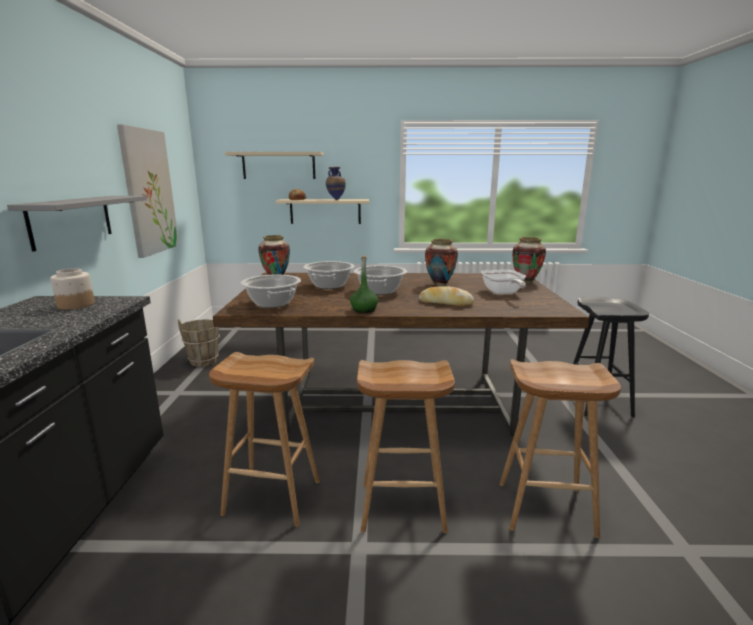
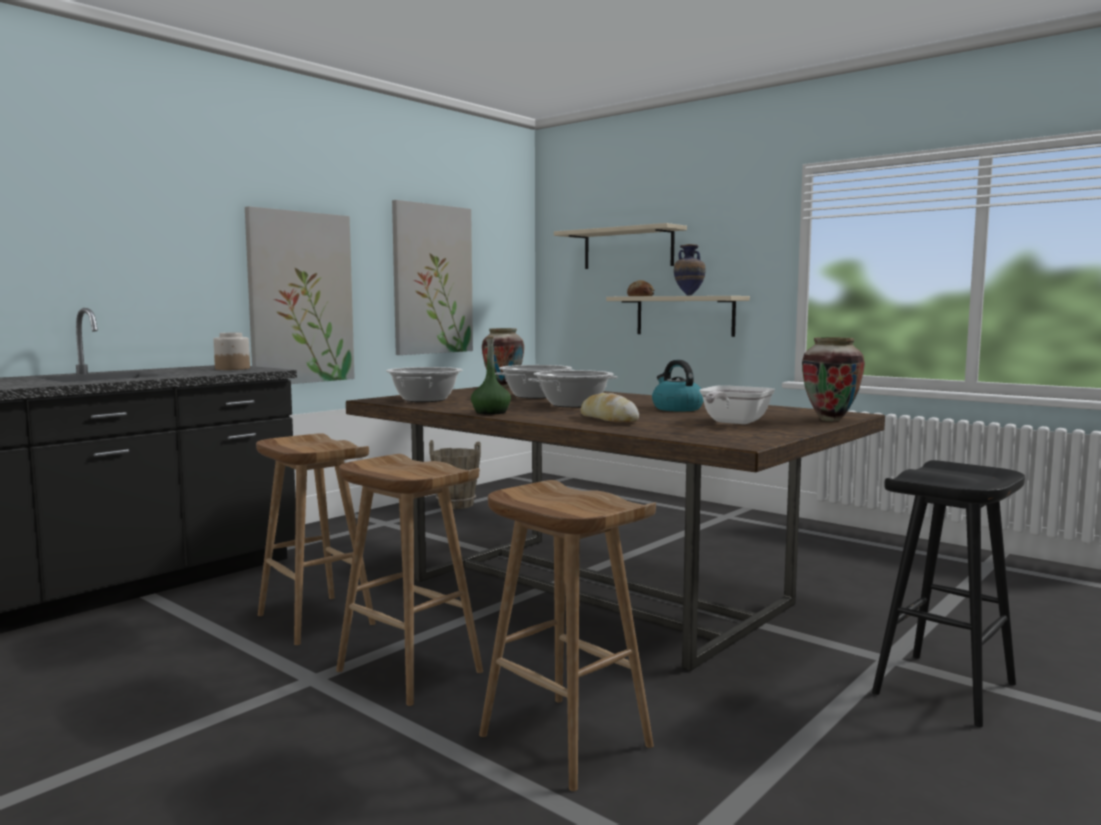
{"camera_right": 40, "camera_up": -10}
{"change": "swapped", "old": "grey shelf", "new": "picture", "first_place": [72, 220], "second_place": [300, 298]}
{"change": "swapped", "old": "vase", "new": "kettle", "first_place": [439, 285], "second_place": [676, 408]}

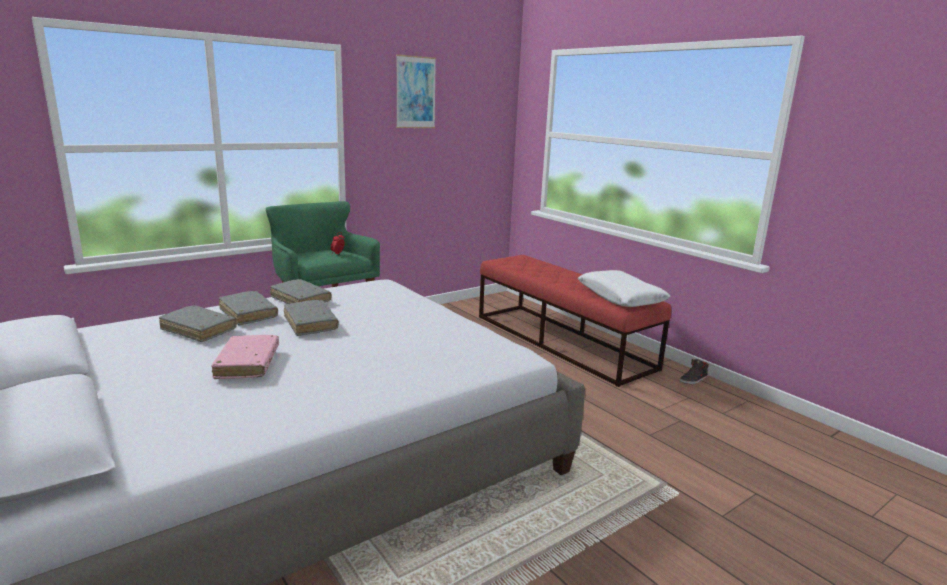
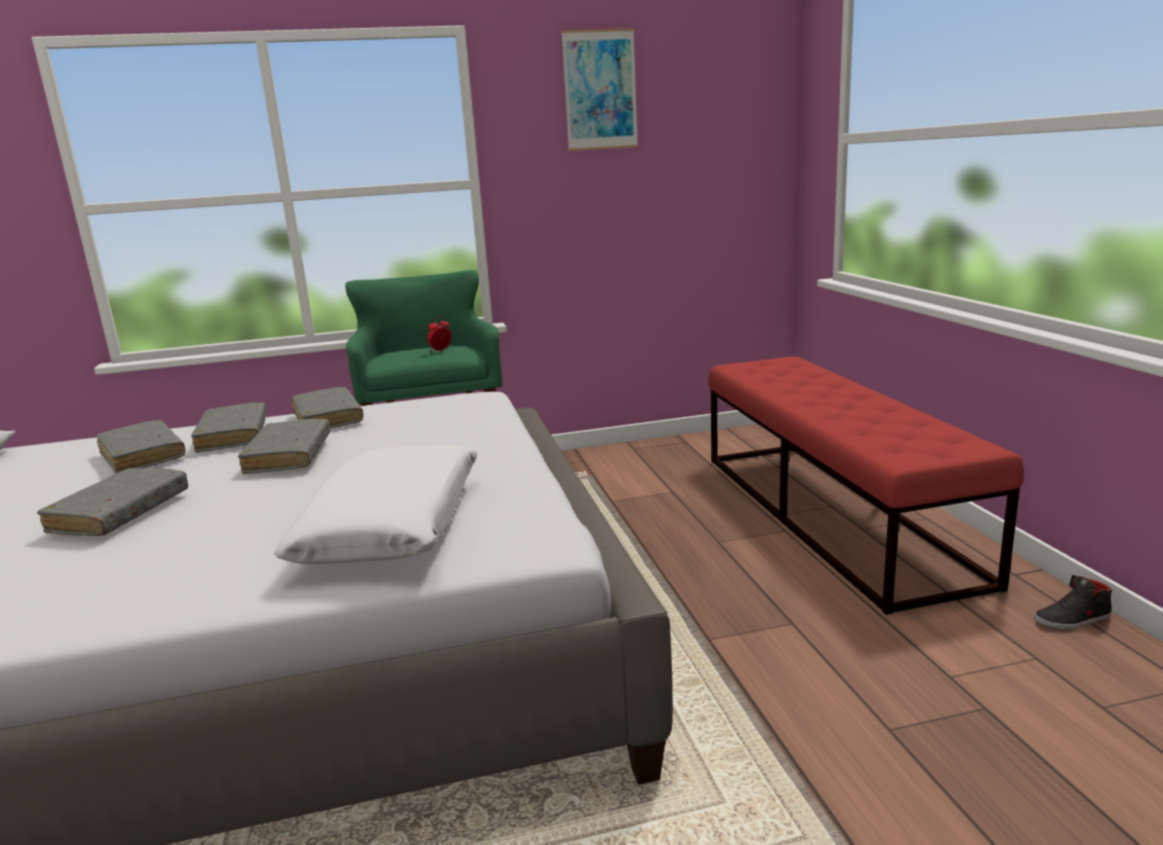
{"camera_right": 25, "camera_up": 0}
{"change": "shifted", "old": "white pillow", "first_place": [621, 297], "second_place": [393, 524]}
{"change": "repainted", "old": "pink book", "new": "grey book", "first_place": [248, 364], "second_place": [120, 513]}

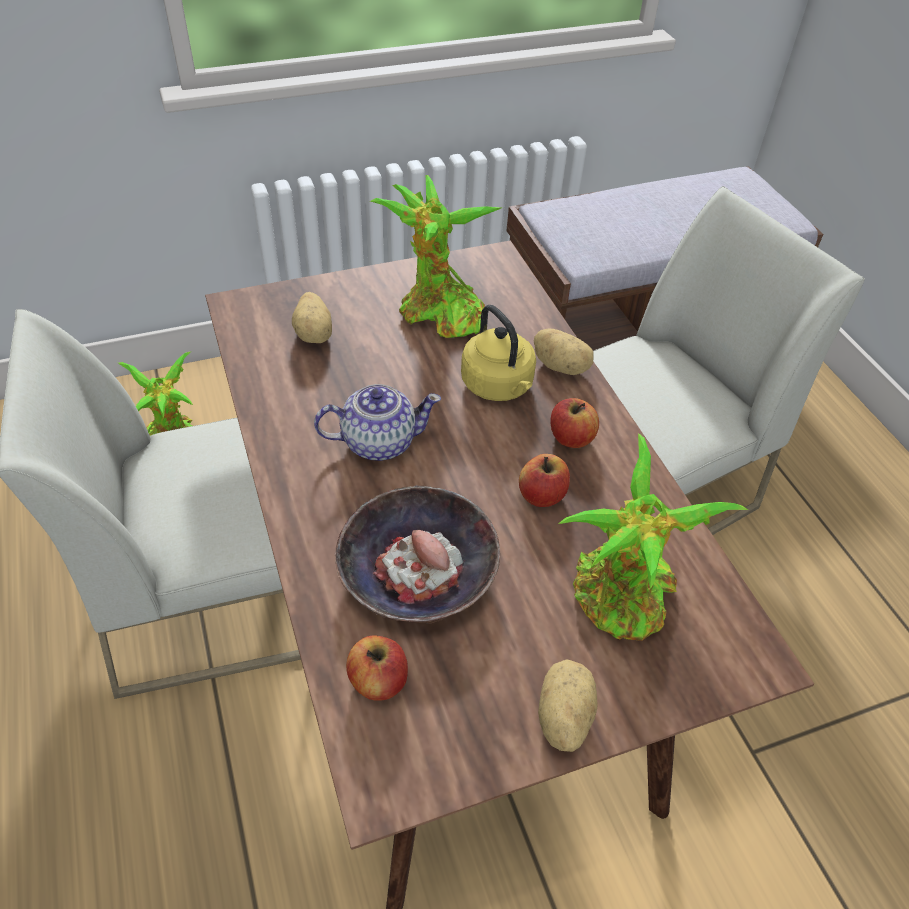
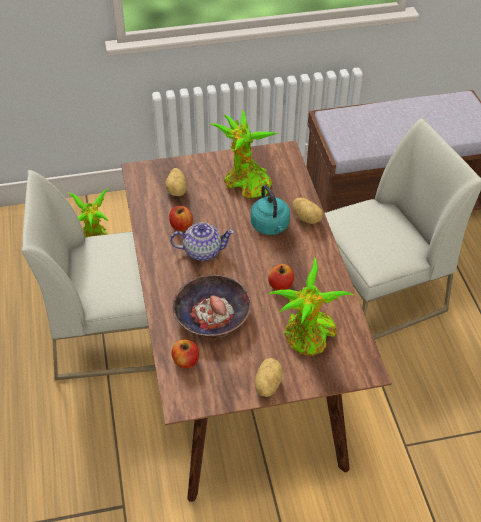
{"camera_right": 10, "camera_up": 0}
{"change": "shifted", "old": "apple", "first_place": [571, 438], "second_place": [181, 226]}
{"change": "repainted", "old": "yellow kettle", "new": "turquoise kettle", "first_place": [499, 386], "second_place": [270, 227]}

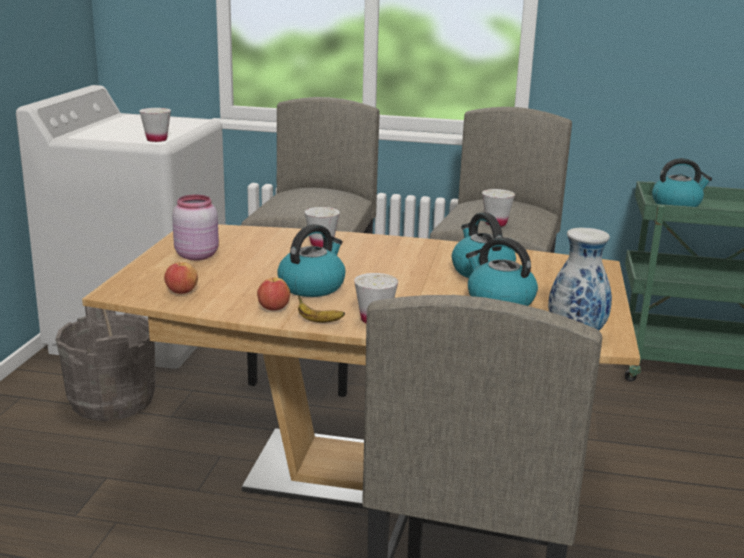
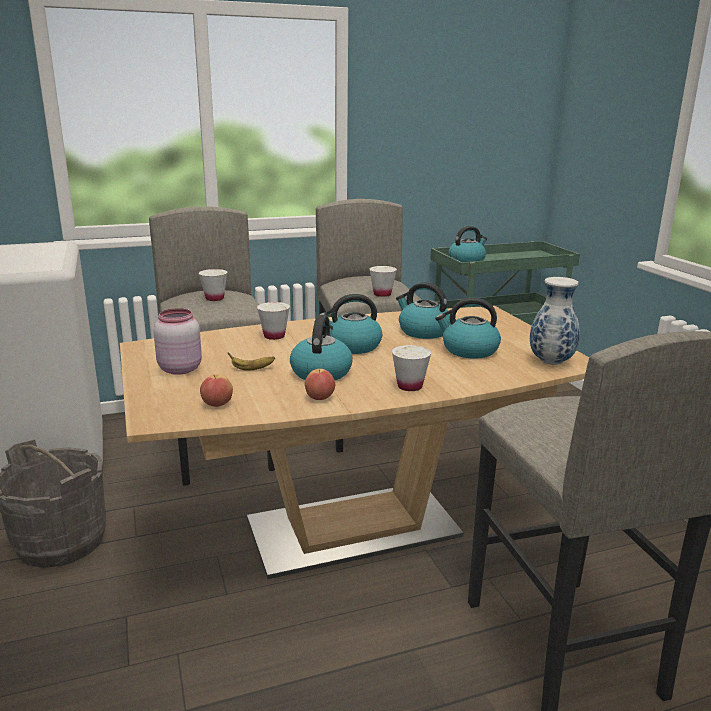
{"camera_right": -30, "camera_up": 0}
{"change": "new", "new": "kettle", "second_place": [352, 346]}
{"change": "shifted", "old": "white cup", "first_place": [157, 140], "second_place": [214, 298]}
{"change": "shifted", "old": "banana", "first_place": [318, 321], "second_place": [251, 369]}

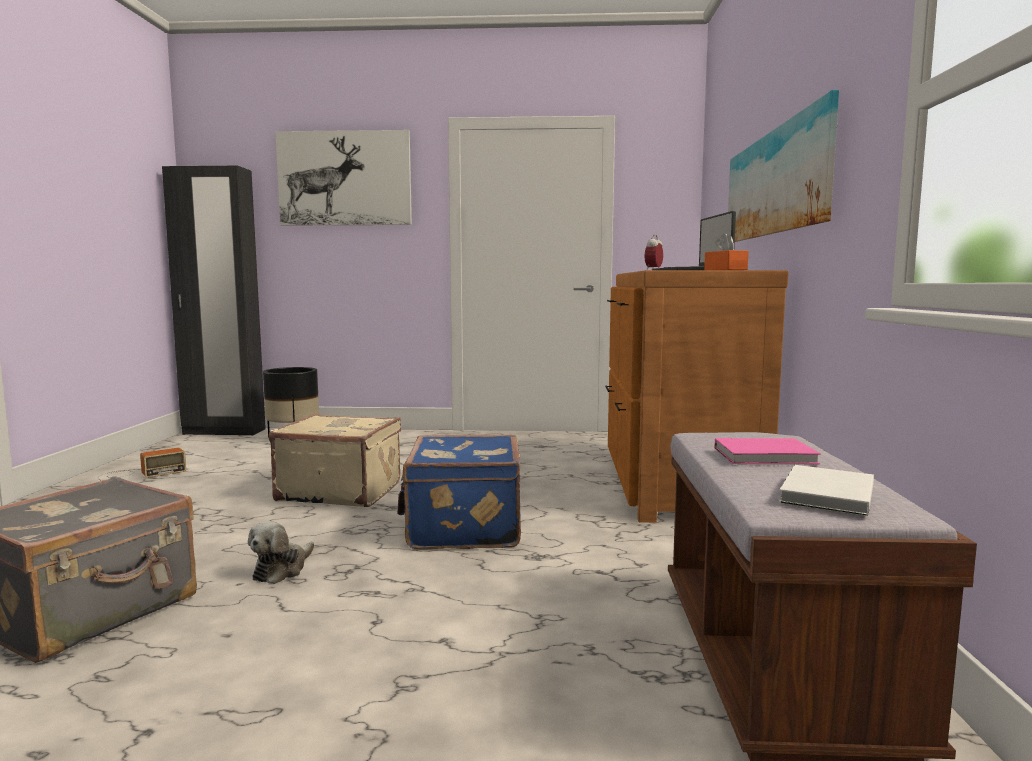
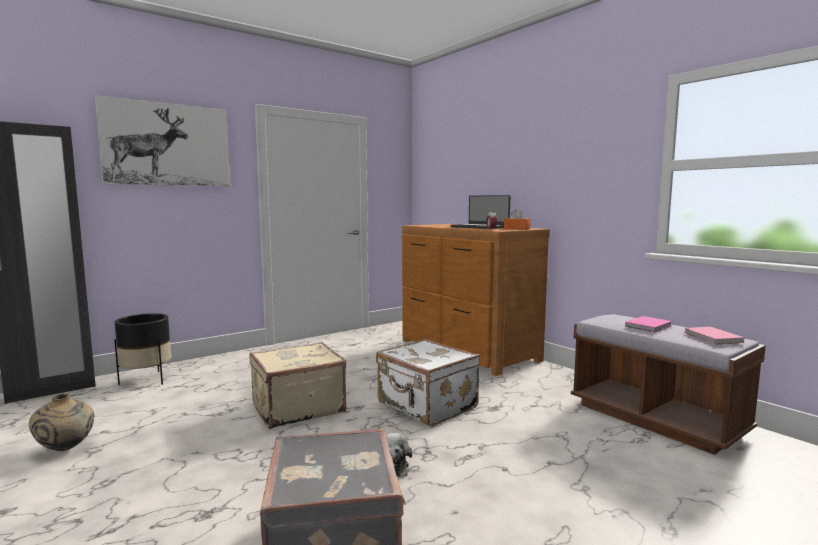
{"camera_right": -40, "camera_up": 0}
{"change": "gone", "old": "picture", "first_place": [777, 183]}
{"change": "swapped", "old": "radio", "new": "beige vase", "first_place": [139, 474], "second_place": [66, 449]}
{"change": "repainted", "old": "blue suitcase", "new": "white suitcase", "first_place": [462, 528], "second_place": [426, 406]}
{"change": "repainted", "old": "white book", "new": "pink book", "first_place": [825, 495], "second_place": [712, 338]}

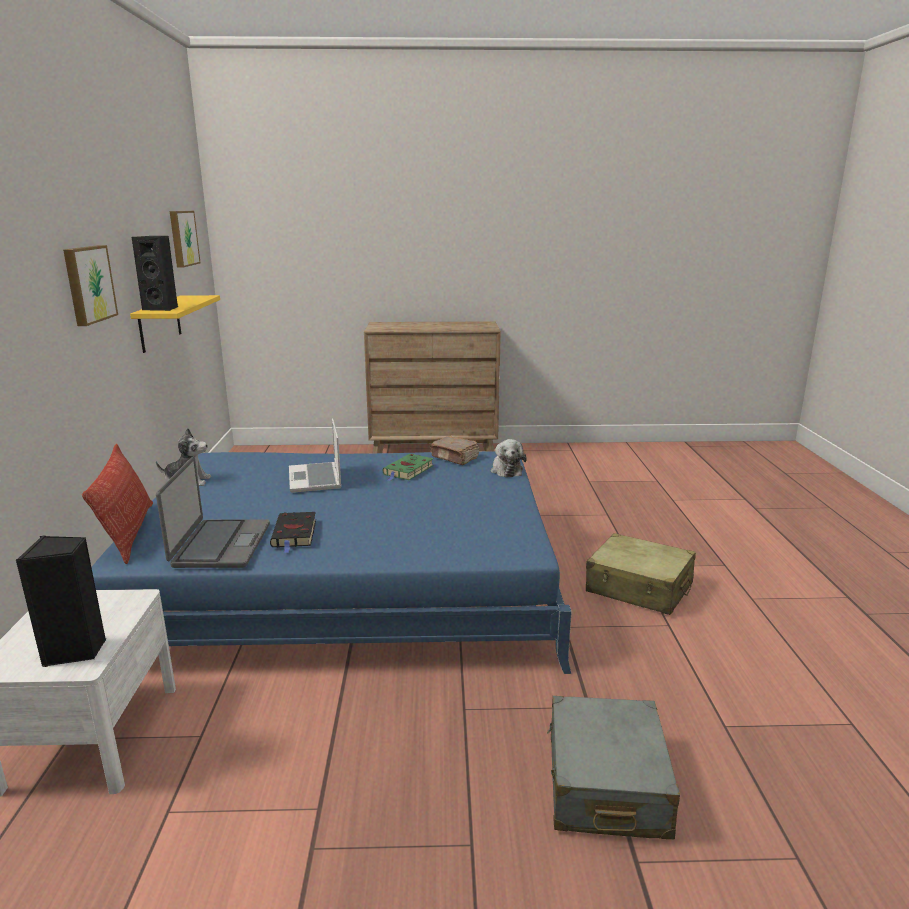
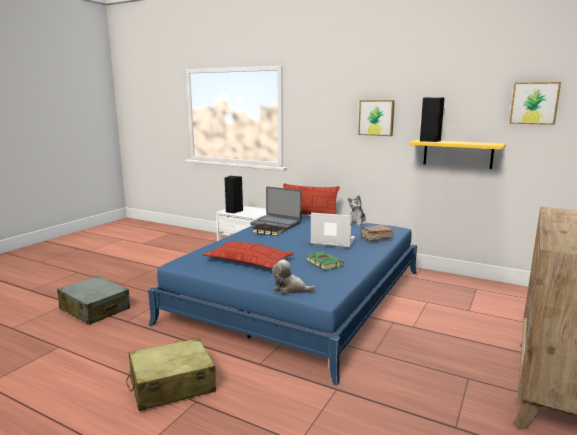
{"camera_right": 120, "camera_up": -5}
{"change": "new", "new": "pillow", "second_place": [248, 261]}
{"change": "shifted", "old": "brown book", "first_place": [455, 458], "second_place": [376, 238]}

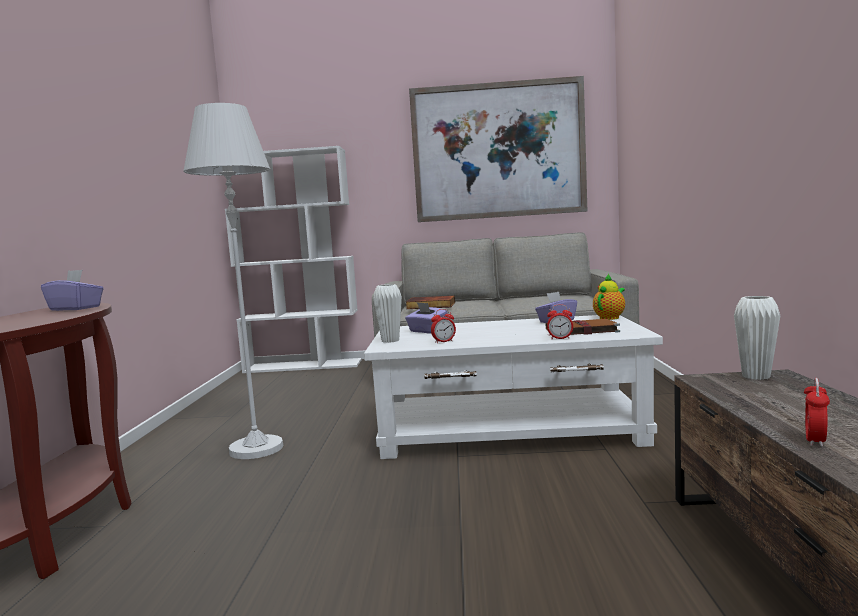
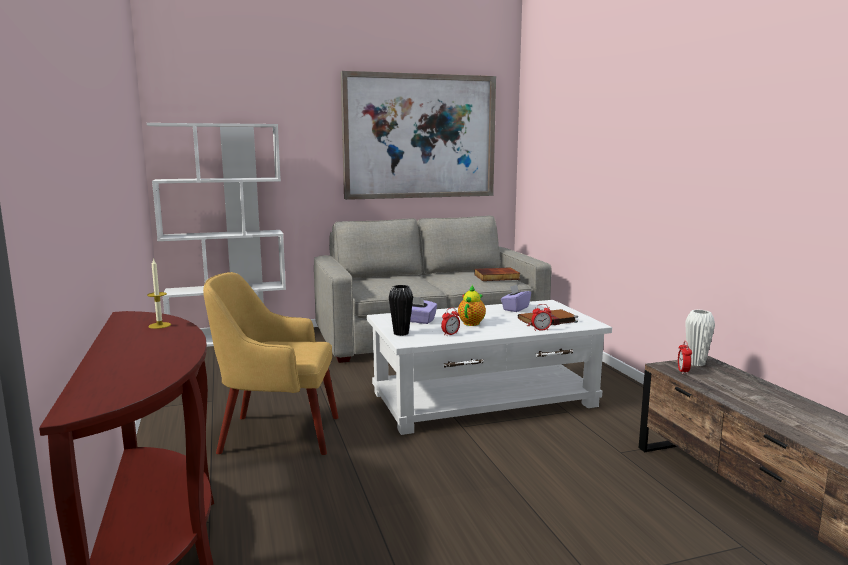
{"camera_right": -20, "camera_up": 5}
{"change": "shifted", "old": "book", "first_place": [430, 306], "second_place": [496, 277]}
{"change": "shifted", "old": "teapot", "first_place": [610, 318], "second_place": [472, 323]}
{"change": "shifted", "old": "alarm clock", "first_place": [815, 441], "second_place": [683, 371]}
{"change": "swapped", "old": "purple tissue box", "new": "candle", "first_place": [75, 308], "second_place": [159, 325]}
{"change": "swapped", "old": "white floor lamp", "new": "yellow armchair", "first_place": [256, 449], "second_place": [276, 434]}
{"change": "repainted", "old": "white vase", "new": "black vase", "first_place": [390, 341], "second_place": [401, 333]}

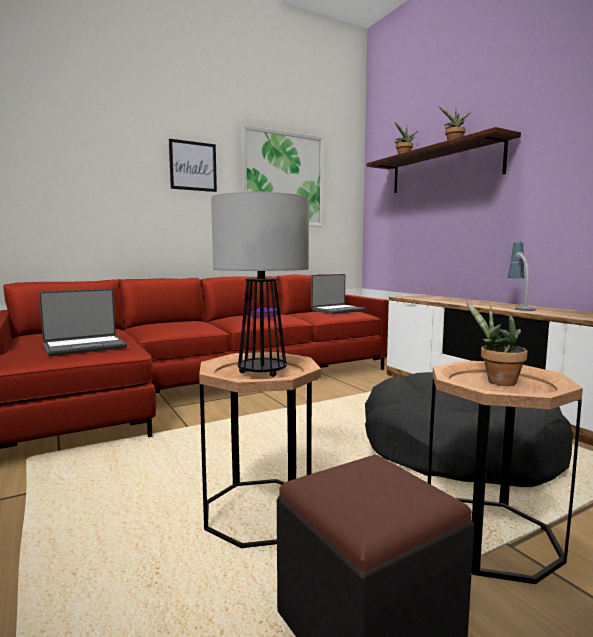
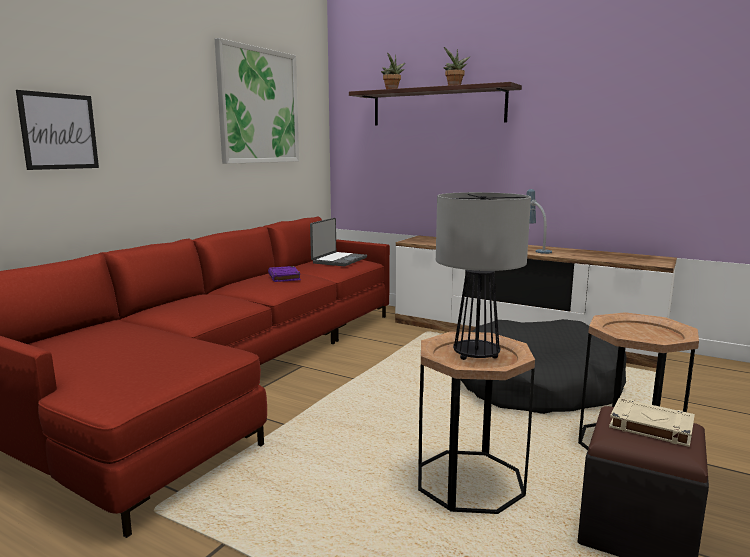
{"camera_right": -30, "camera_up": 5}
{"change": "gone", "old": "laptop", "first_place": [84, 347]}
{"change": "gone", "old": "potted plant", "first_place": [497, 381]}
{"change": "new", "new": "beige book", "second_place": [650, 426]}
{"change": "shifted", "old": "picture", "first_place": [193, 166], "second_place": [59, 131]}

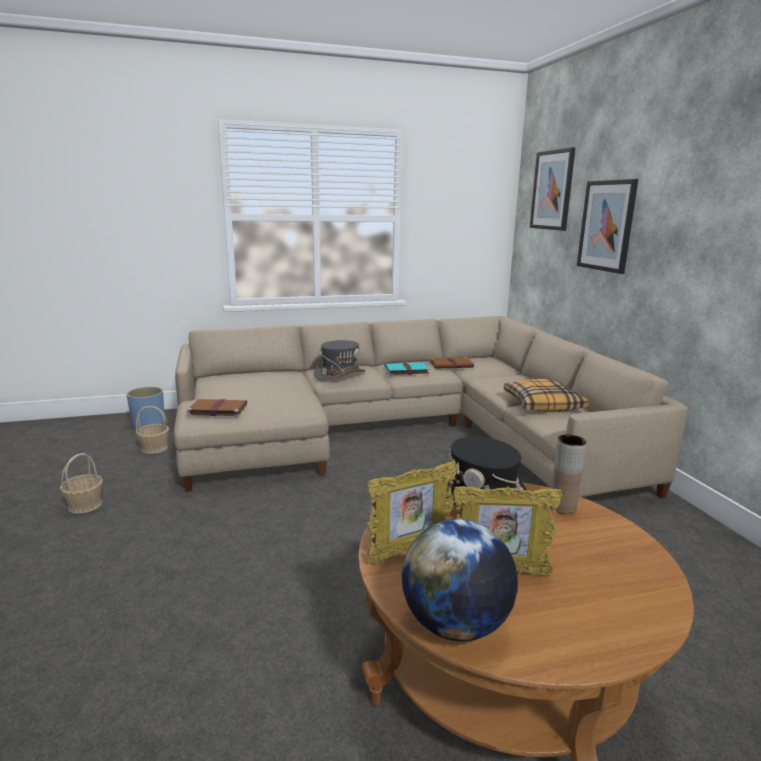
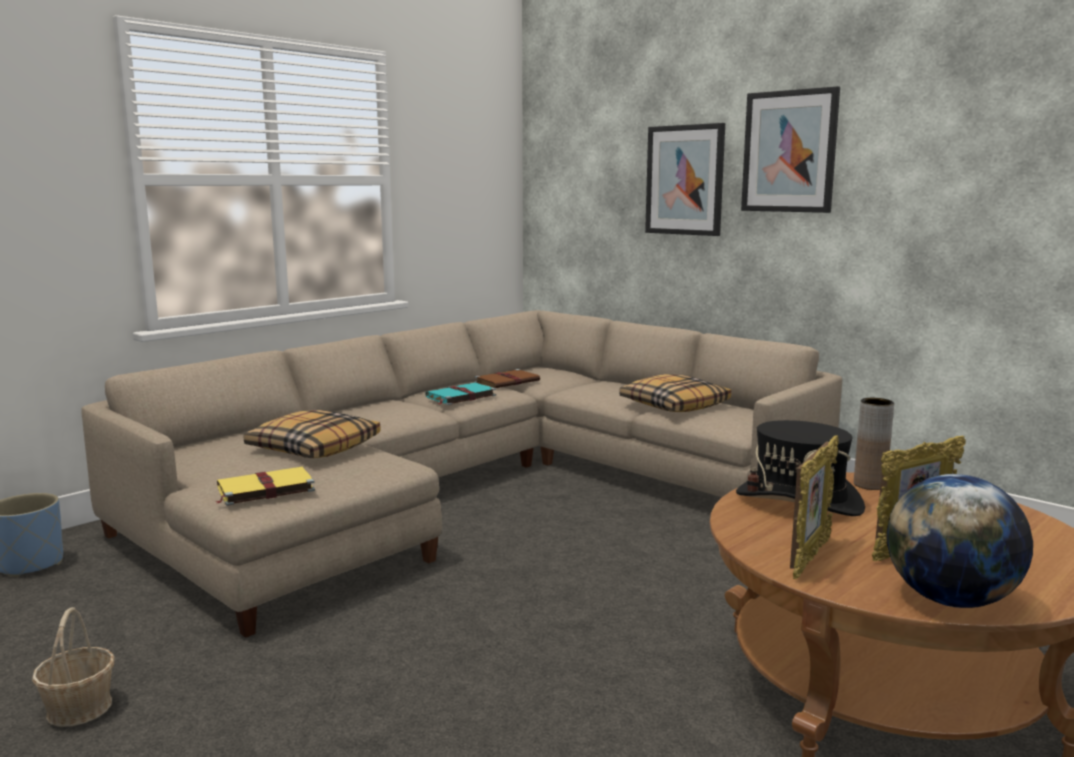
{"camera_right": -30, "camera_up": -5}
{"change": "gone", "old": "basket", "first_place": [154, 448]}
{"change": "gone", "old": "grey hat", "first_place": [340, 374]}
{"change": "new", "new": "pillow", "second_place": [314, 448]}
{"change": "shifted", "old": "picture", "first_place": [552, 190], "second_place": [789, 151]}
{"change": "repainted", "old": "brown book", "new": "yellow book", "first_place": [217, 410], "second_place": [264, 489]}

